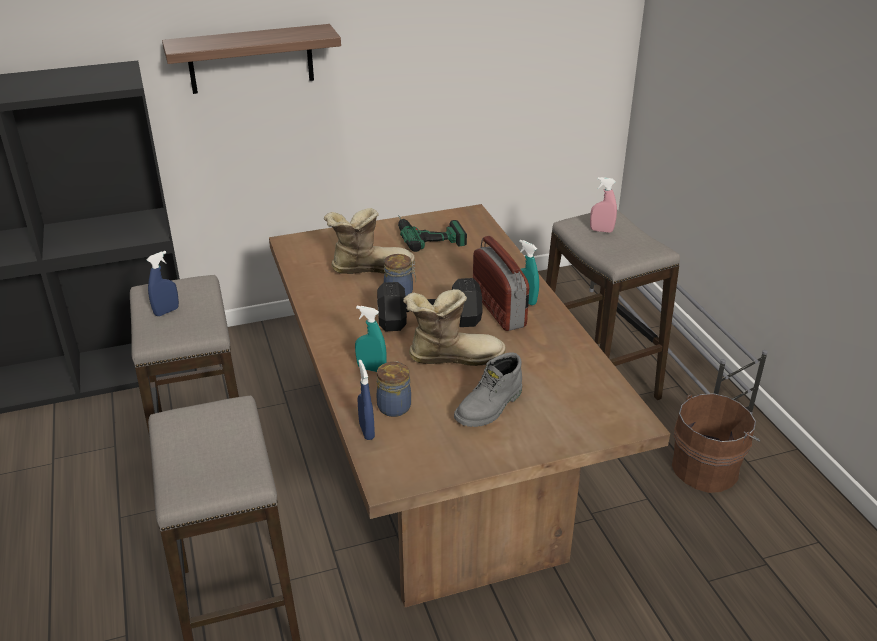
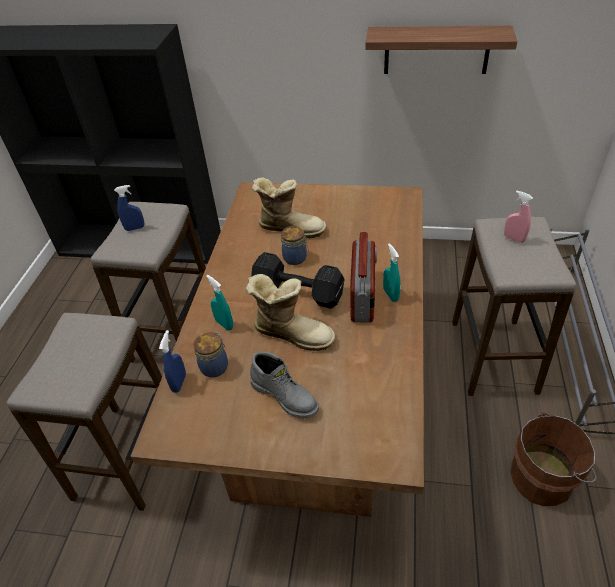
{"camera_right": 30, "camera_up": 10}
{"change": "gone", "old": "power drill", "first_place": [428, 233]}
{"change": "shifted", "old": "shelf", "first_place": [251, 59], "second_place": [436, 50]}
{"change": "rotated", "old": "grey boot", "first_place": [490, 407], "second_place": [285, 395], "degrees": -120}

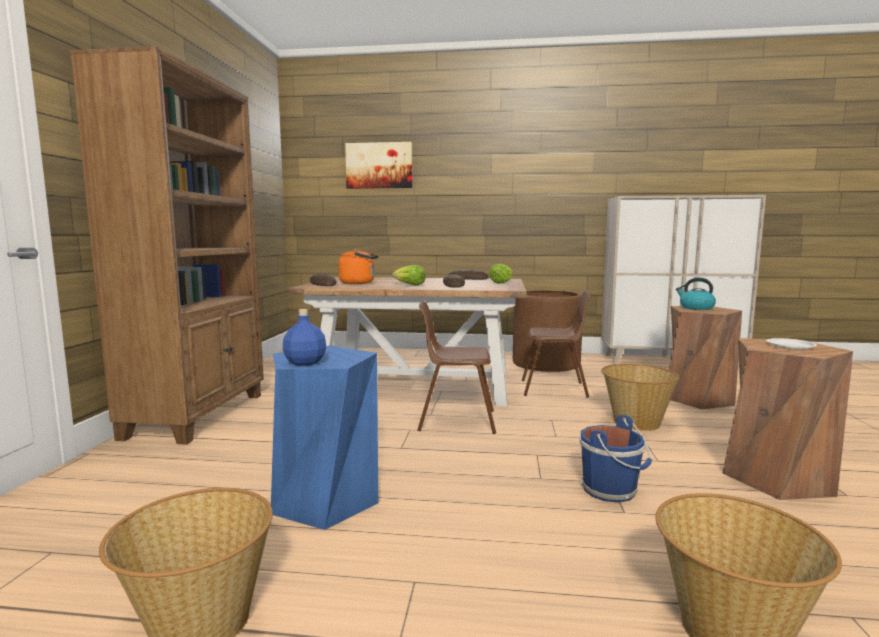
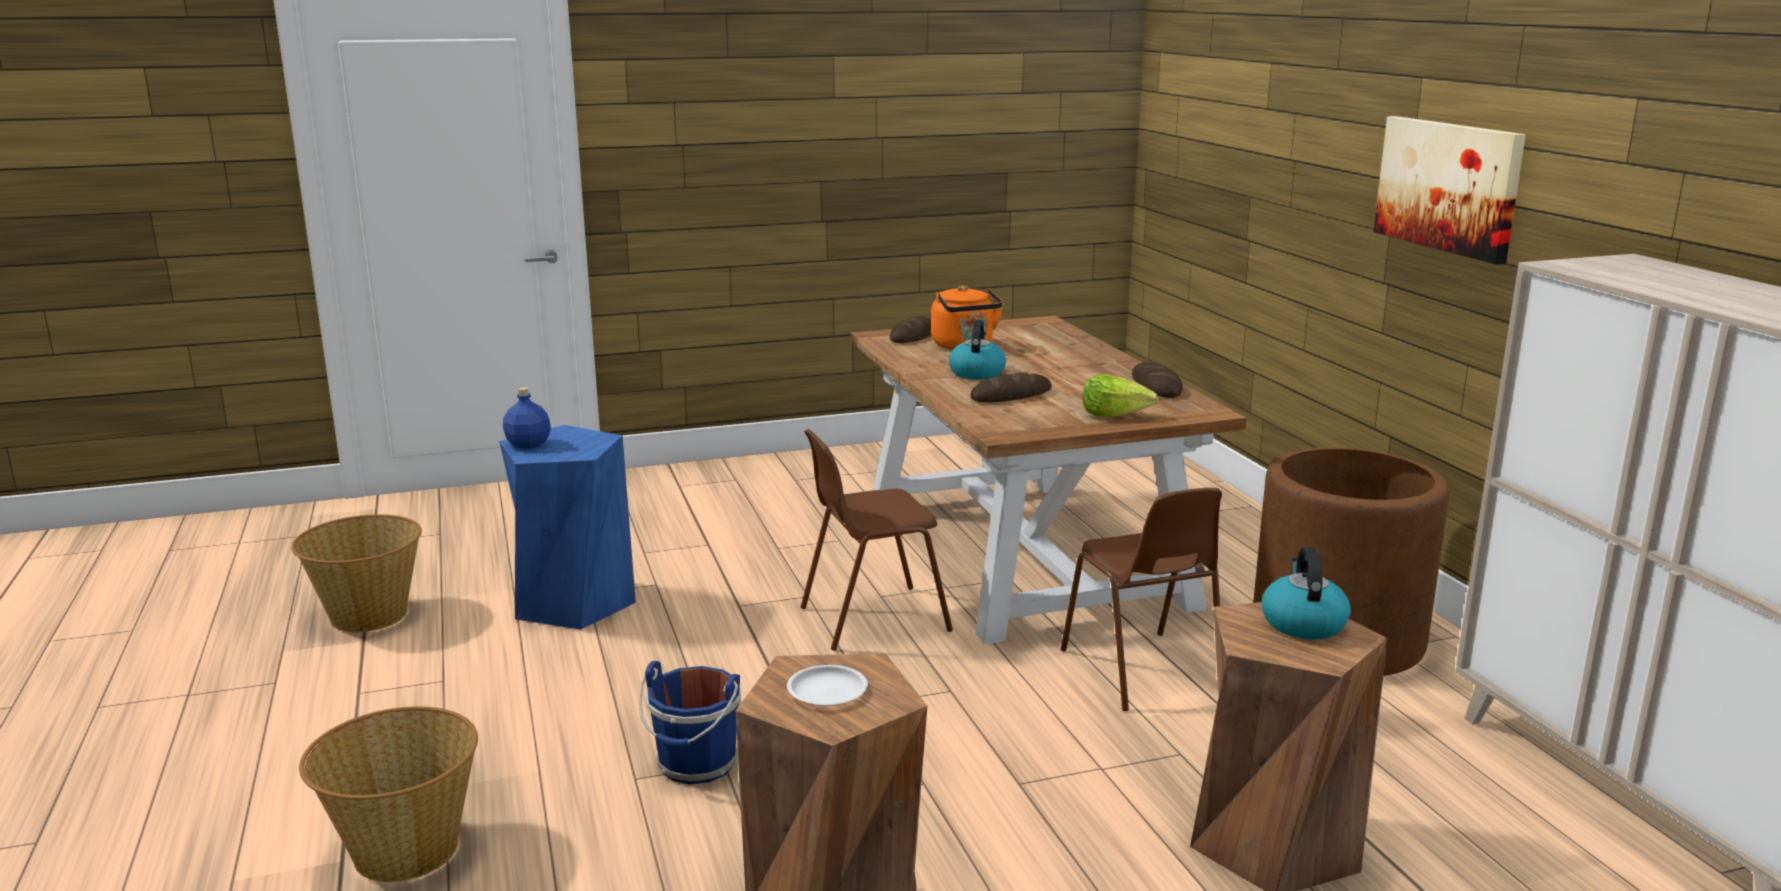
{"camera_right": 65, "camera_up": 10}
{"change": "gone", "old": "brown bookcase", "first_place": [199, 415]}
{"change": "gone", "old": "basket", "first_place": [636, 422]}
{"change": "shifted", "old": "picture", "first_place": [379, 165], "second_place": [1448, 186]}
{"change": "swapped", "old": "lettuce", "new": "kettle", "first_place": [409, 285], "second_place": [976, 373]}
{"change": "rotated", "old": "brown chair", "first_place": [456, 420], "second_place": [872, 618], "degrees": -90}

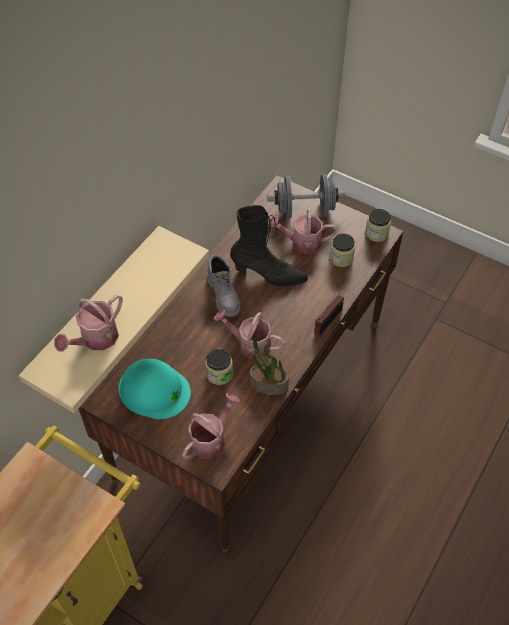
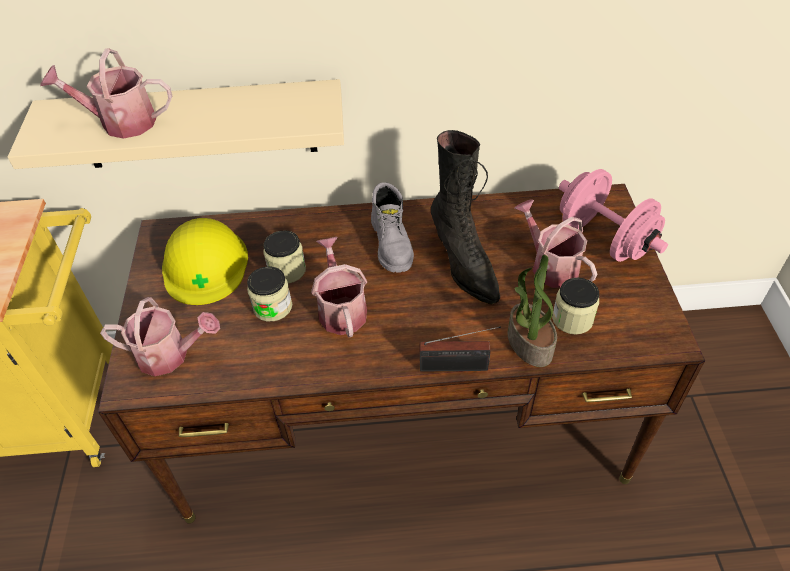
{"camera_right": 55, "camera_up": -5}
{"change": "shifted", "old": "potted plant", "first_place": [268, 385], "second_place": [528, 343]}
{"change": "shifted", "old": "jar", "first_place": [376, 233], "second_place": [287, 270]}
{"change": "repainted", "old": "turquoise hard hat", "new": "yellow hard hat", "first_place": [154, 389], "second_place": [205, 264]}
{"change": "repainted", "old": "grey dumbbell", "new": "pink dumbbell", "first_place": [305, 210], "second_place": [604, 239]}
{"change": "rotated", "old": "grey boot", "first_place": [224, 295], "second_place": [392, 244], "degrees": -45}

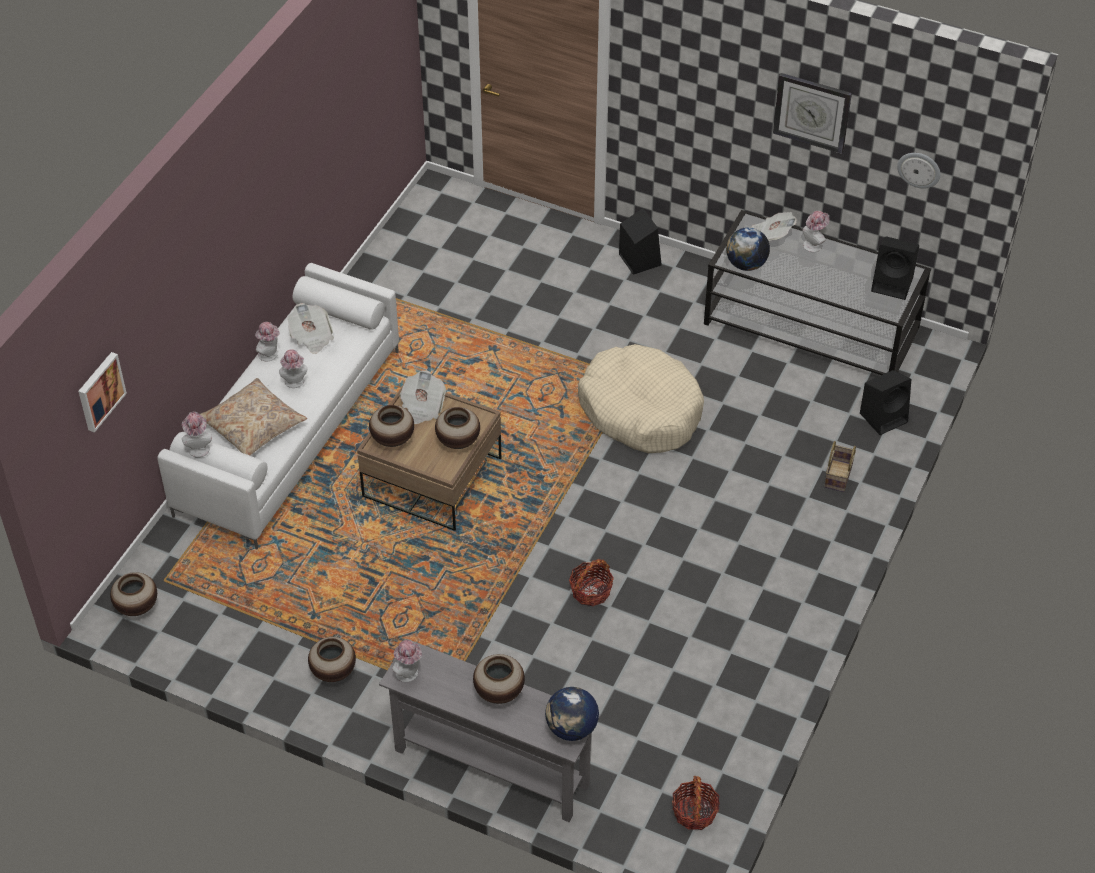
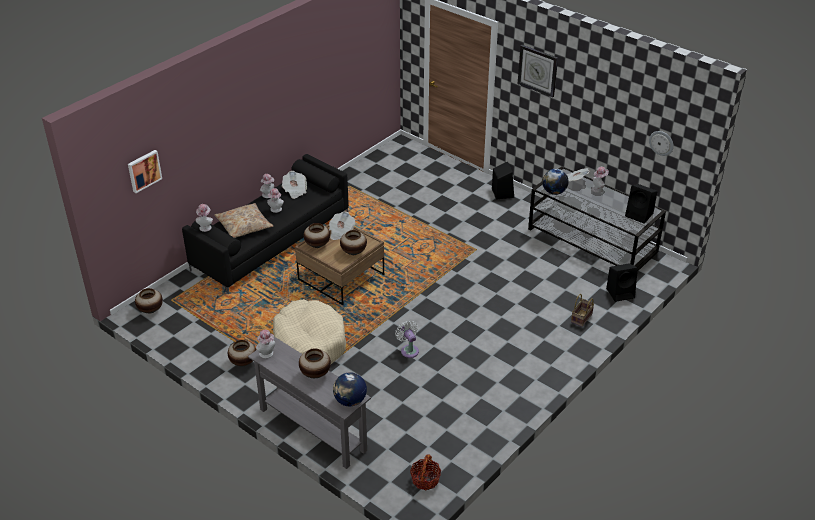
{"camera_right": 15, "camera_up": -10}
{"change": "shifted", "old": "beige dog bed", "first_place": [641, 410], "second_place": [310, 342]}
{"change": "shifted", "old": "wall clock", "first_place": [812, 112], "second_place": [538, 70]}
{"change": "swapped", "old": "basket", "new": "white fan", "first_place": [591, 591], "second_place": [409, 350]}
{"change": "repainted", "old": "white sofa", "new": "black sofa", "first_place": [289, 430], "second_place": [271, 241]}

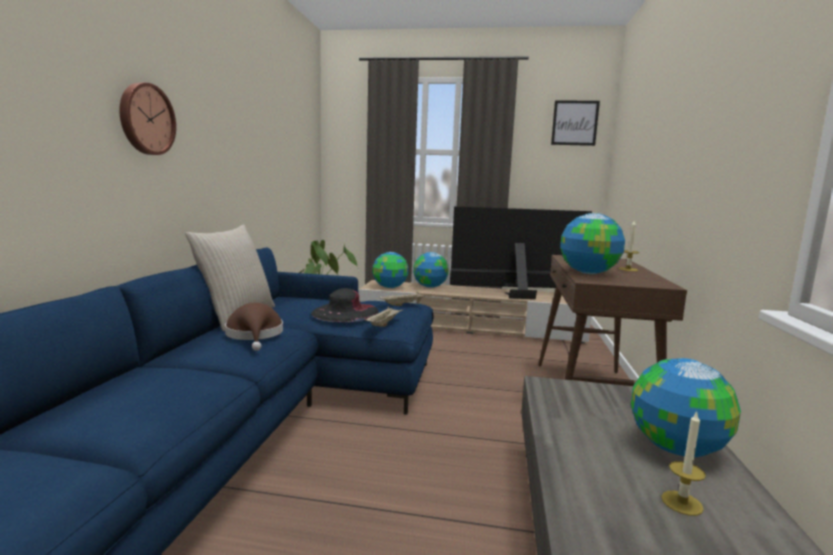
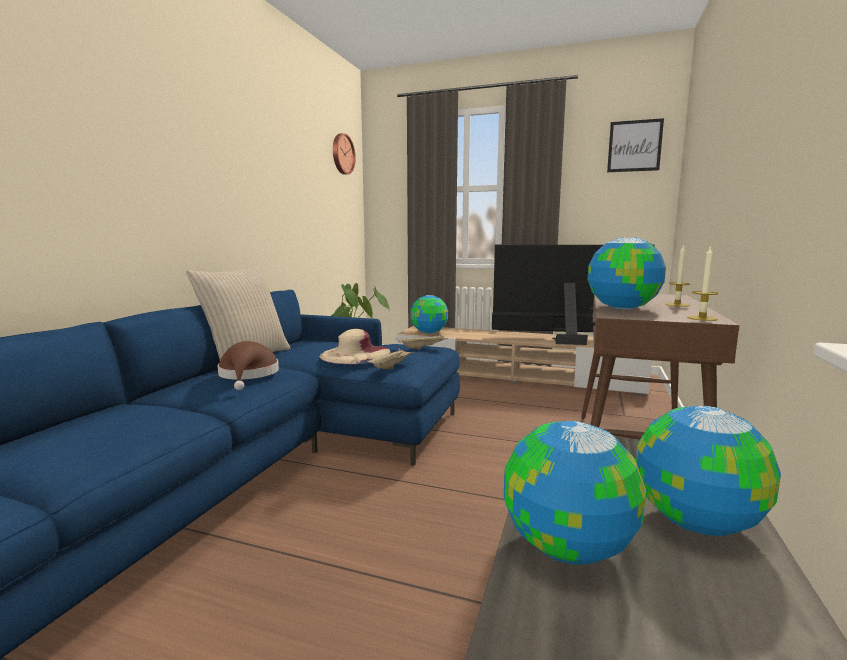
{"camera_right": 10, "camera_up": 0}
{"change": "shifted", "old": "wall clock", "first_place": [145, 119], "second_place": [342, 154]}
{"change": "shifted", "old": "globe", "first_place": [429, 286], "second_place": [566, 548]}
{"change": "shifted", "old": "candle", "first_place": [682, 503], "second_place": [702, 318]}
{"change": "repainted", "old": "black hat", "new": "beige hat", "first_place": [345, 312], "second_place": [356, 354]}

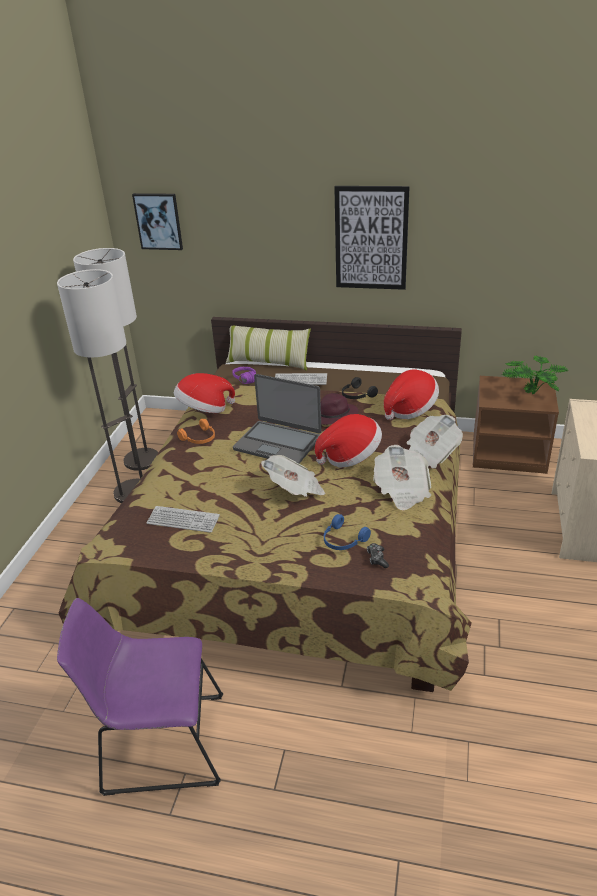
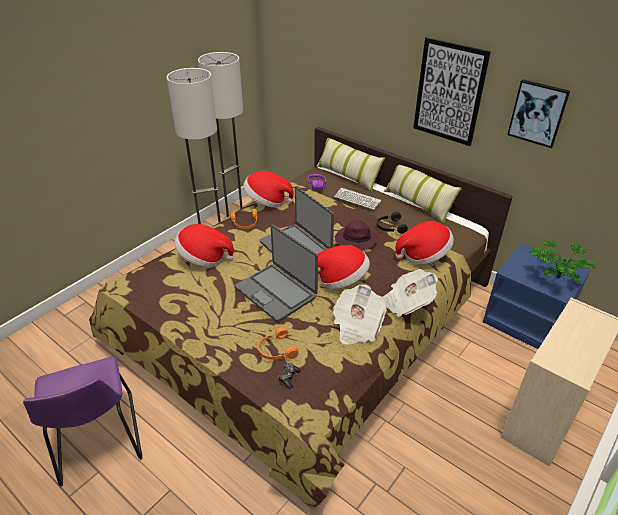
{"camera_right": 25, "camera_up": 5}
{"change": "gone", "old": "keyboard", "first_place": [183, 520]}
{"change": "new", "new": "hat", "second_place": [204, 258]}
{"change": "new", "new": "pillow", "second_place": [418, 204]}
{"change": "shifted", "old": "picture", "first_place": [158, 221], "second_place": [538, 113]}
{"change": "swapped", "old": "newspaper", "new": "laptop", "first_place": [295, 490], "second_place": [276, 292]}
{"change": "repainted", "old": "blue headphones", "new": "orange headphones", "first_place": [343, 540], "second_place": [276, 350]}
{"change": "repainted", "old": "brown nightstand", "new": "blue nightstand", "first_place": [509, 453], "second_place": [526, 321]}
{"change": "rotated", "old": "purple chair", "first_place": [158, 743], "second_place": [98, 441], "degrees": -135}

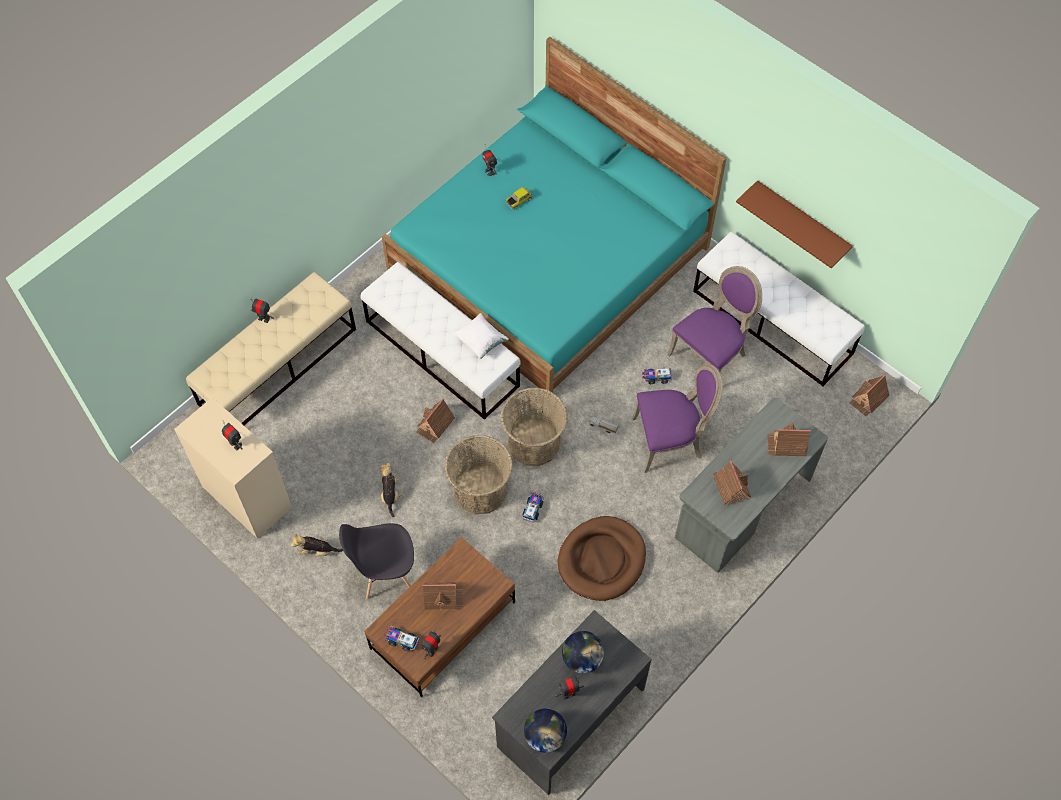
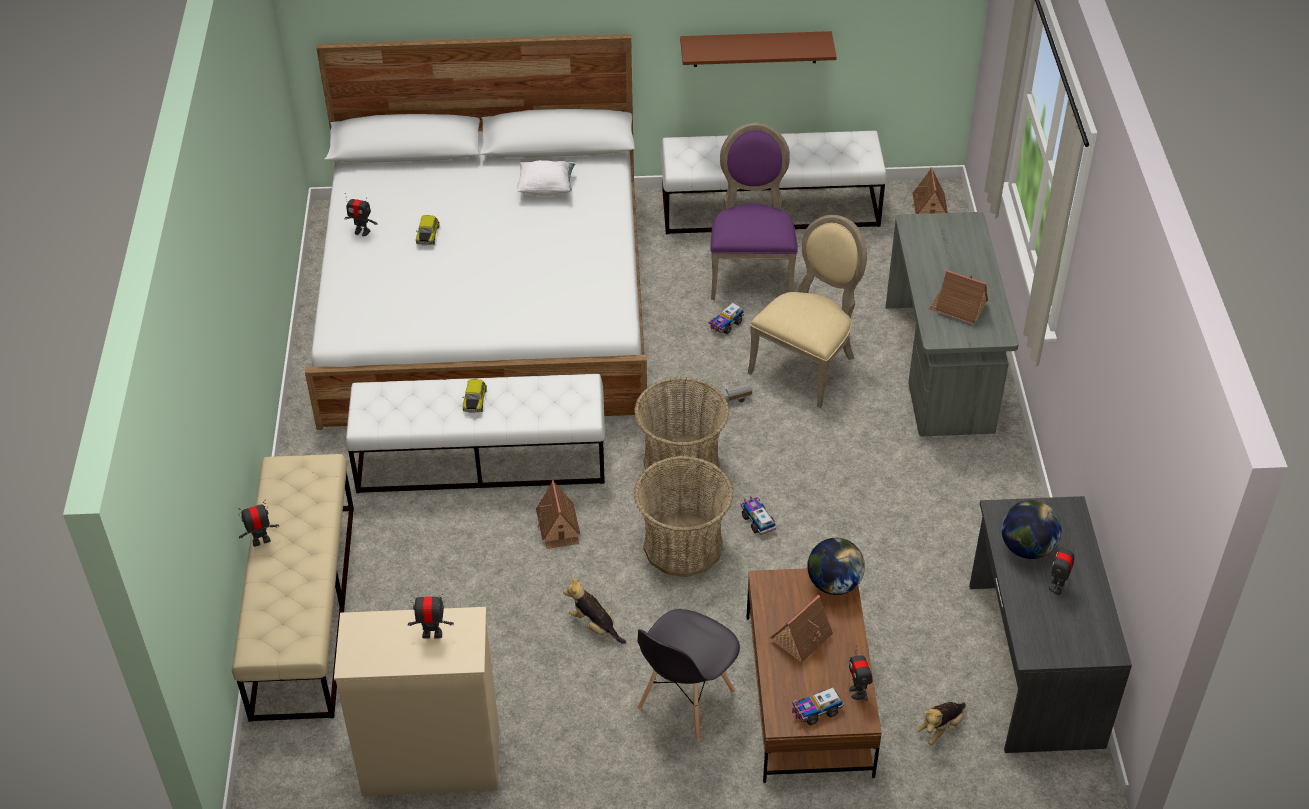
{"camera_right": -45, "camera_up": -15}
{"change": "gone", "old": "brown dog bed", "first_place": [602, 560]}
{"change": "gone", "old": "toy house", "first_place": [786, 445]}
{"change": "new", "new": "toy car", "second_place": [474, 400]}
{"change": "shifted", "old": "plush toy", "first_place": [317, 551], "second_place": [940, 728]}
{"change": "shifted", "old": "white pillow", "first_place": [481, 342], "second_place": [546, 188]}
{"change": "shifted", "old": "globe", "first_place": [545, 736], "second_place": [834, 584]}
{"change": "repainted", "old": "turquoise bed", "new": "white bed", "first_place": [549, 258], "second_place": [486, 301]}
{"change": "repainted", "old": "purple chair", "new": "beige chair", "first_place": [670, 440], "second_place": [807, 364]}

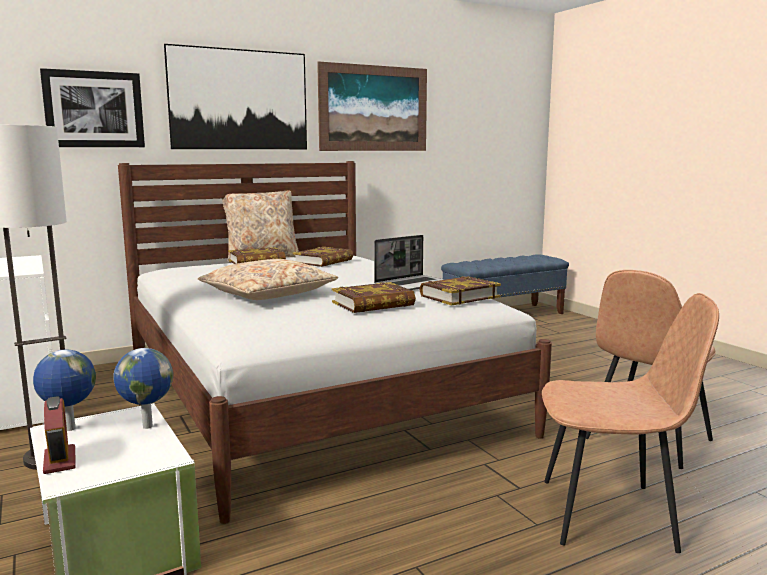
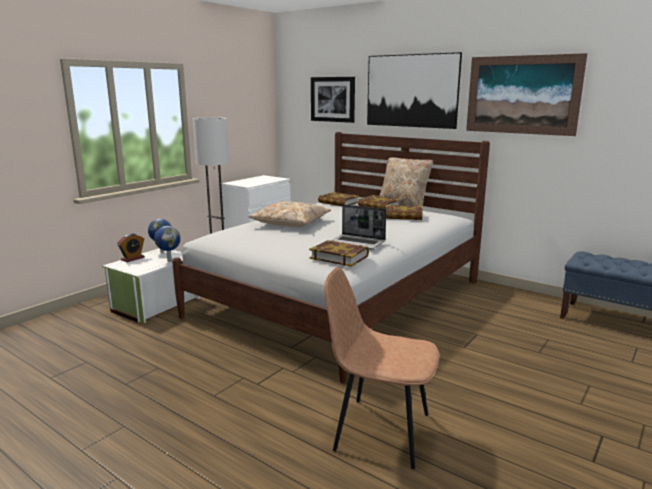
{"camera_right": 65, "camera_up": 5}
{"change": "gone", "old": "brown chair", "first_place": [610, 514]}
{"change": "shifted", "old": "book", "first_place": [373, 304], "second_place": [338, 202]}

